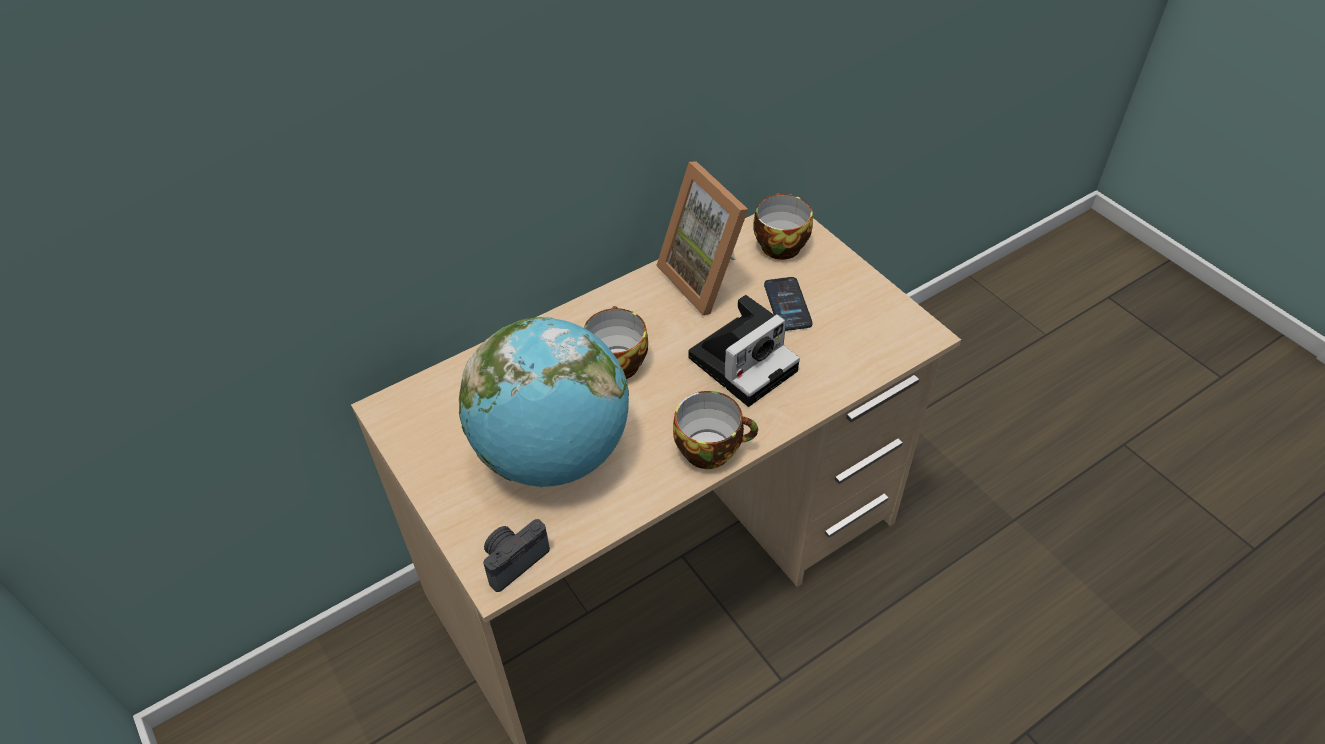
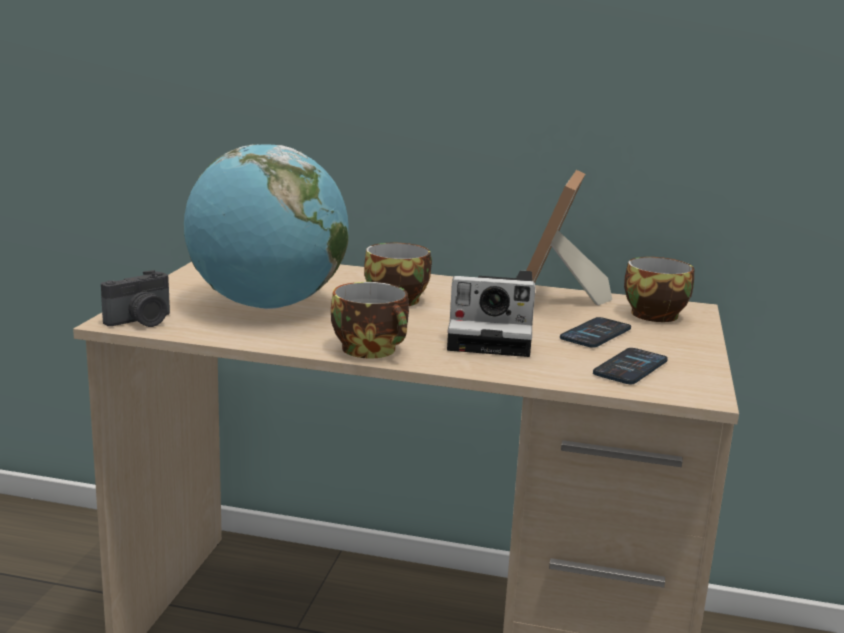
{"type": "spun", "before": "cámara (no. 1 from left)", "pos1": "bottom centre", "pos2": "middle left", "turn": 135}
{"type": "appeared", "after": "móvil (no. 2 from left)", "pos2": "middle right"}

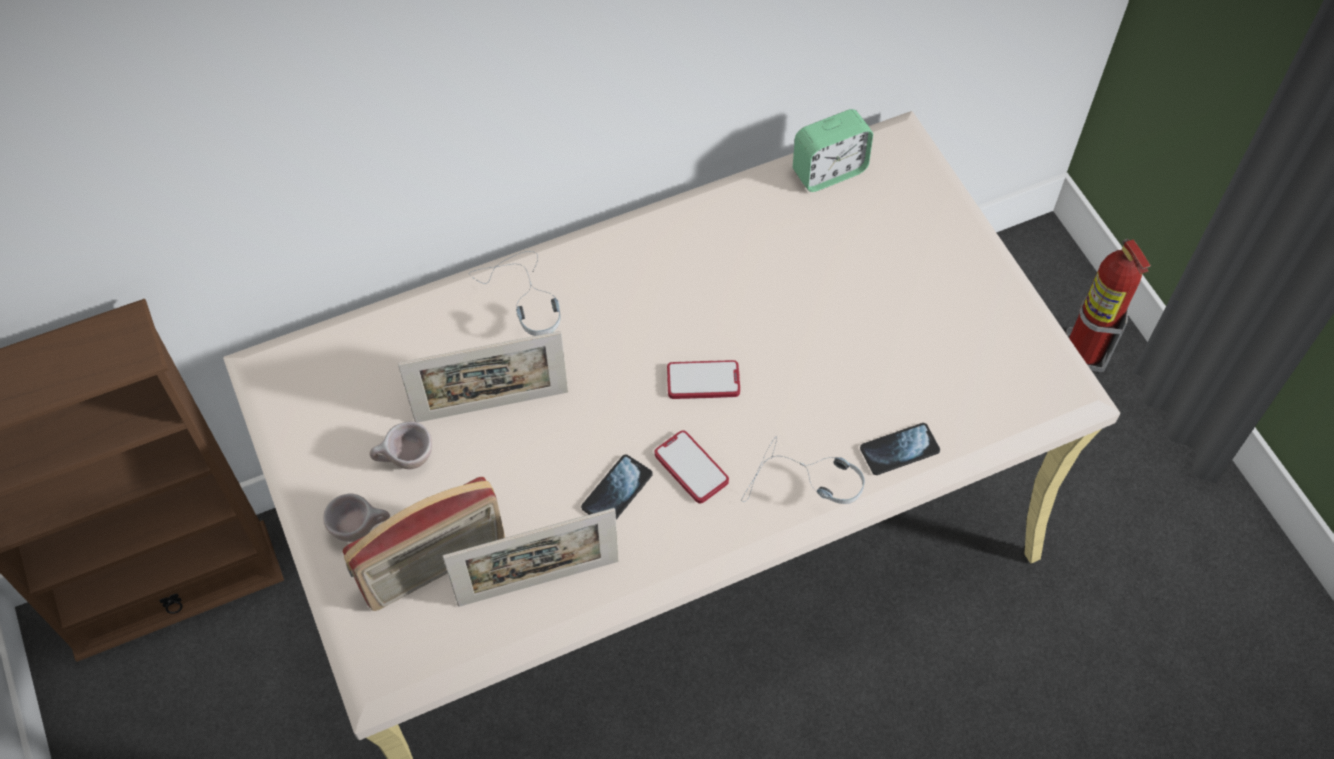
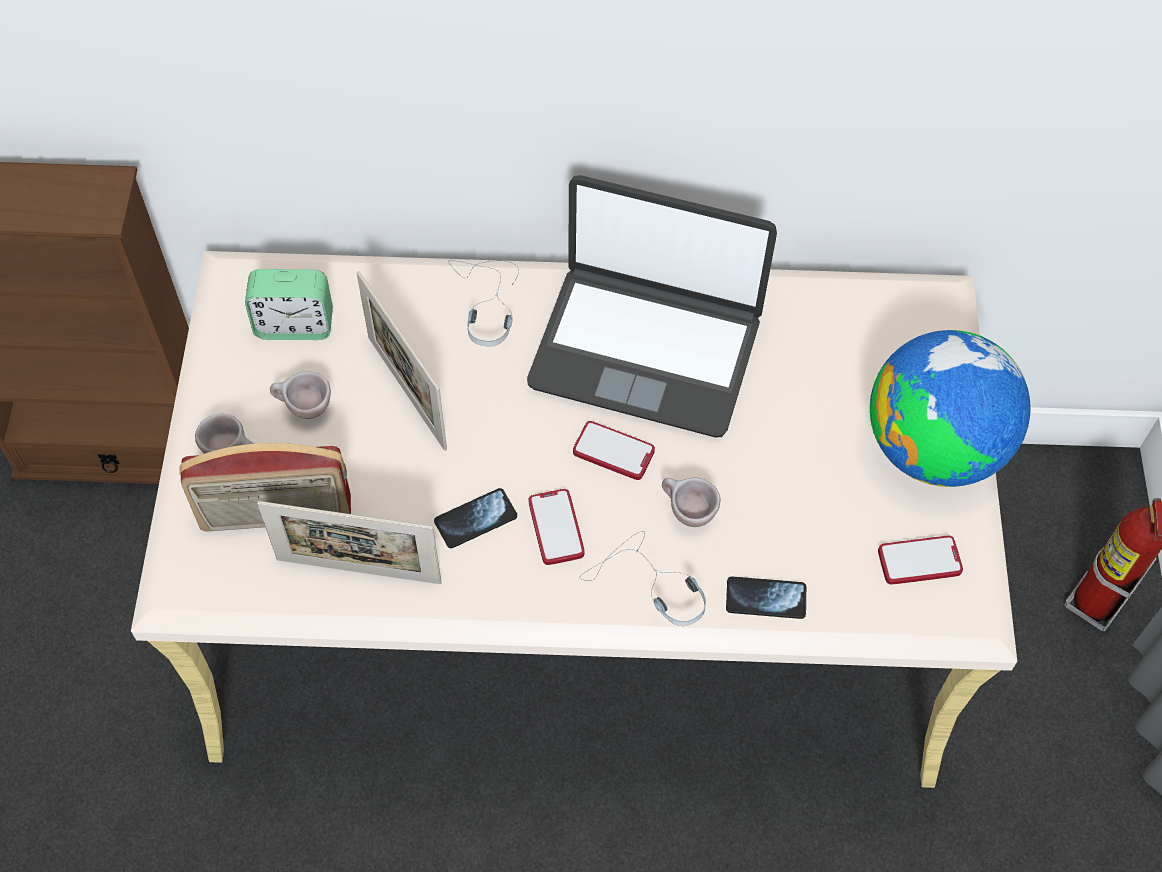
{"type": "spun", "before": "portarretratos (no. 1 from left in the first image)", "pos1": "centre", "pos2": "centre", "turn": 45}
{"type": "relocated", "before": "despertador", "pos1": "top centre", "pos2": "middle left"}
{"type": "appeared", "after": "portátil", "pos2": "centre"}
{"type": "appeared", "after": "taza/beis (no. 3 from left)", "pos2": "centre"}
{"type": "appeared", "after": "globo terráqueo", "pos2": "middle right"}
{"type": "appeared", "after": "móvil (no. 5 from left)", "pos2": "middle right"}

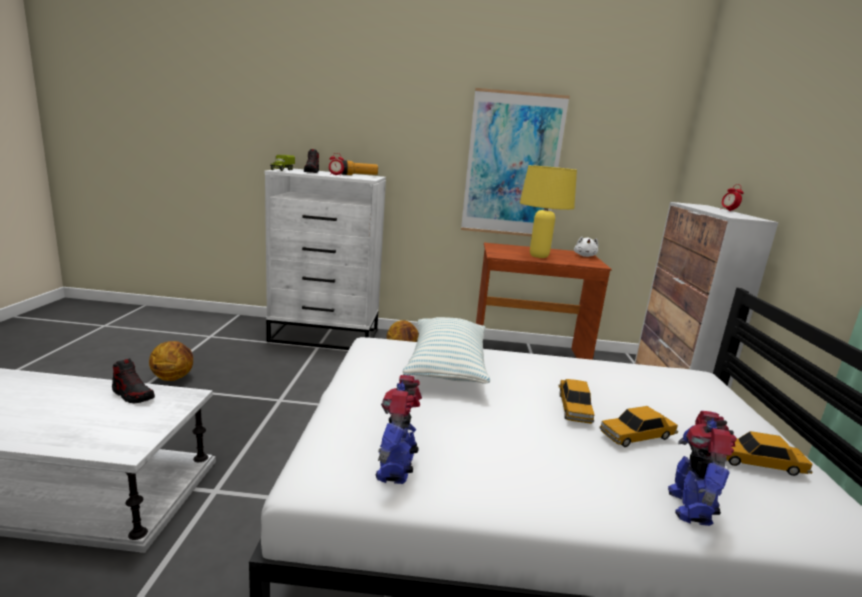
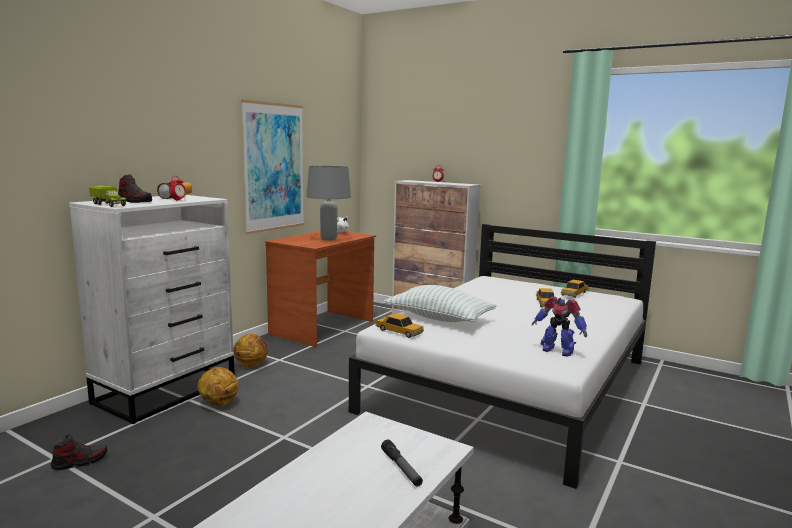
{"type": "relocated", "before": "zapato (no. 1 from left)", "pos1": "middle left", "pos2": "bottom left"}
{"type": "relocated", "before": "balón de baloncesto (no. 1 from left)", "pos1": "middle left", "pos2": "bottom left"}
{"type": "colour", "before": "lámpara de mesa/amarillo", "after": "lámpara de mesa/gris", "pos1": "centre", "pos2": "centre"}
{"type": "relocated", "before": "coche de juguete (no. 1 from left)", "pos1": "bottom right", "pos2": "centre"}
{"type": "missing", "before": "robot de juguete (no. 2 from left)", "pos1": "bottom right"}
{"type": "appeared", "after": "linterna (no. 2 from left)", "pos2": "bottom centre"}

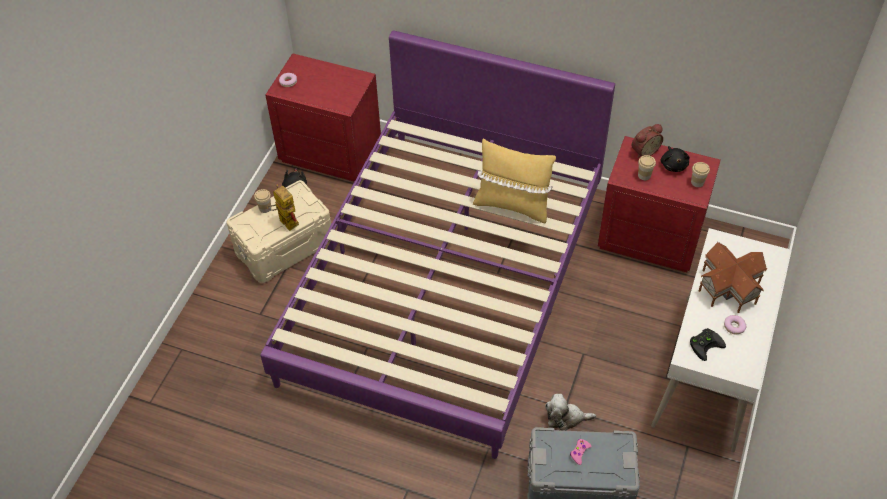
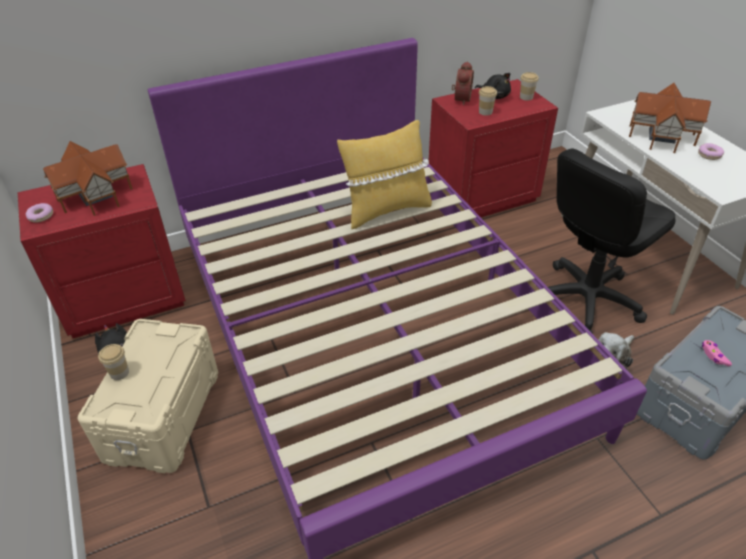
{"type": "missing", "before": "robot de juguete", "pos1": "middle left"}
{"type": "missing", "before": "mando de consola/negro", "pos1": "bottom right"}
{"type": "appeared", "after": "casita (no. 1 from left)", "pos2": "top left"}
{"type": "appeared", "after": "silla de oficina/negro", "pos2": "middle right"}

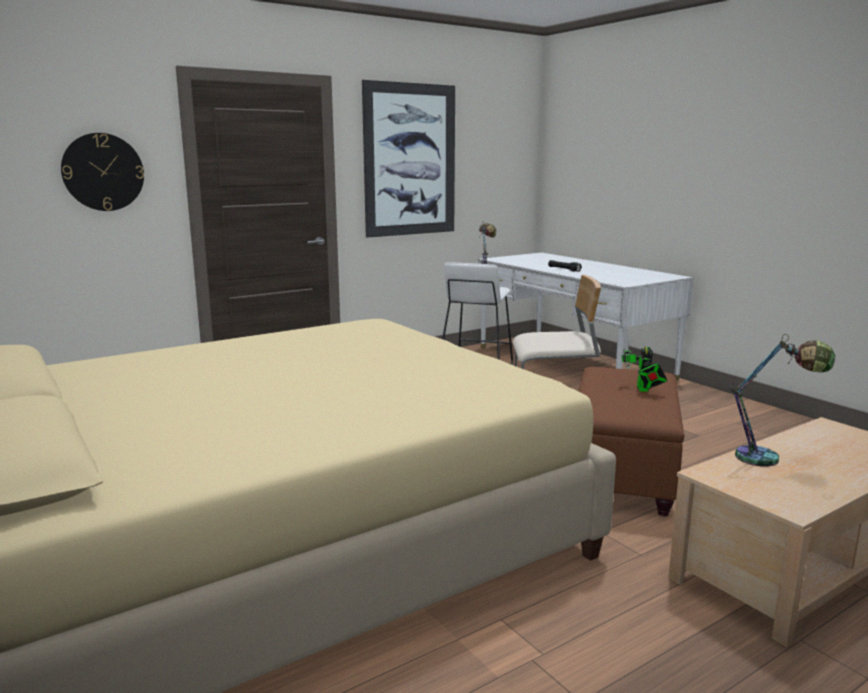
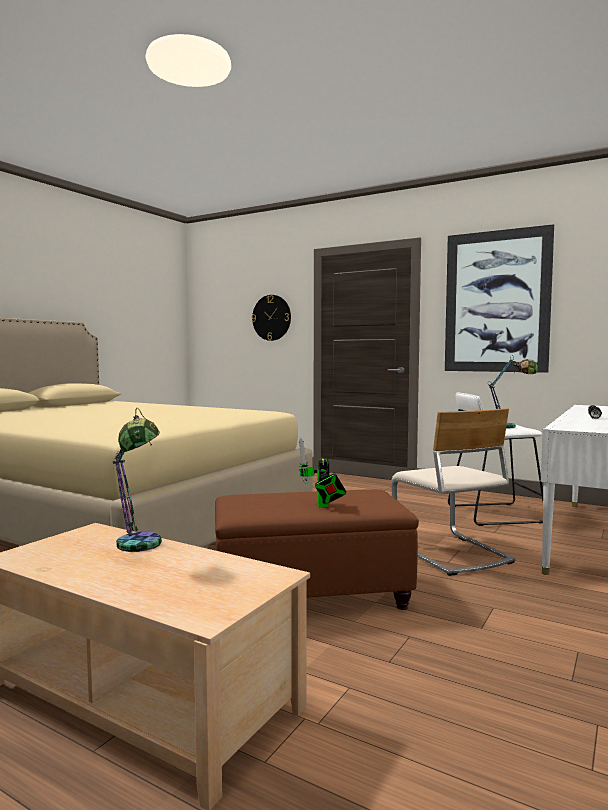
{"type": "spun", "before": "robot de juguete", "pos1": "middle right", "pos2": "centre", "turn": -75}

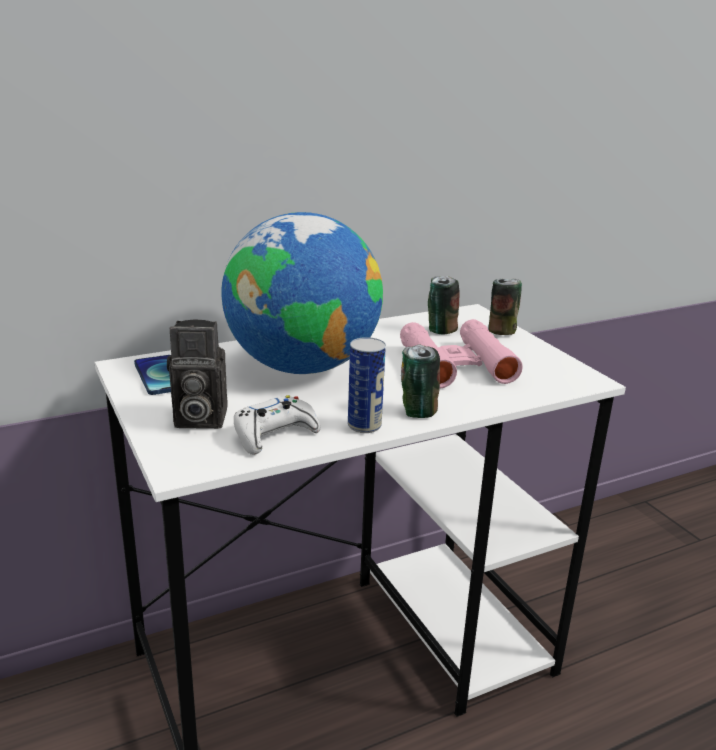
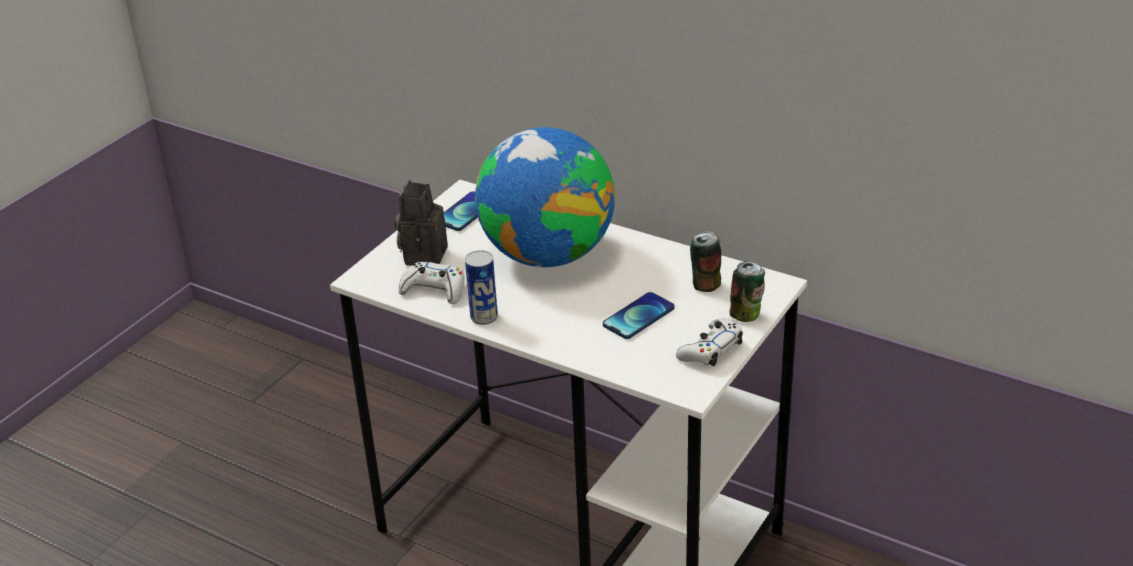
{"type": "spun", "before": "cámara", "pos1": "middle left", "pos2": "centre", "turn": 45}
{"type": "exchanged", "before": "prismáticos/rosa", "after": "móvil (no. 2 from left)", "pos1": "centre", "pos2": "centre"}
{"type": "missing", "before": "lata (no. 2 from left)", "pos1": "centre"}
{"type": "appeared", "after": "mando de consola/blanco (no. 2 from left)", "pos2": "centre"}

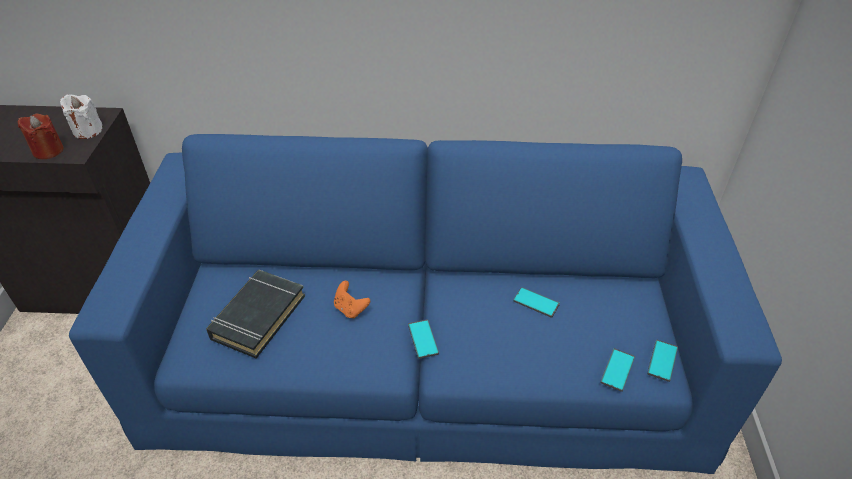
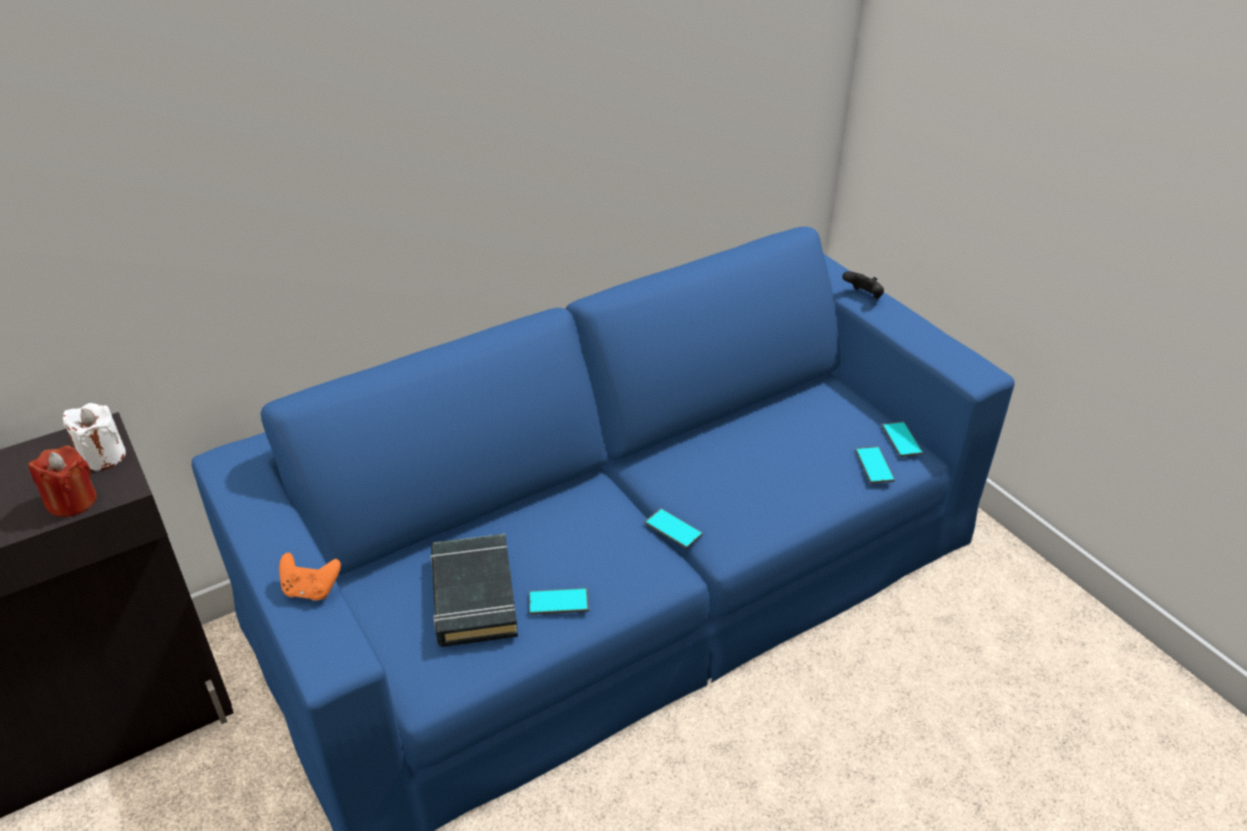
{"type": "relocated", "before": "mando de consola/naranja", "pos1": "centre", "pos2": "bottom left"}
{"type": "relocated", "before": "móvil (no. 2 from left in the first image)", "after": "móvil (no. 1 from left)", "pos1": "centre", "pos2": "bottom centre"}
{"type": "appeared", "after": "mando de consola/negro", "pos2": "middle right"}

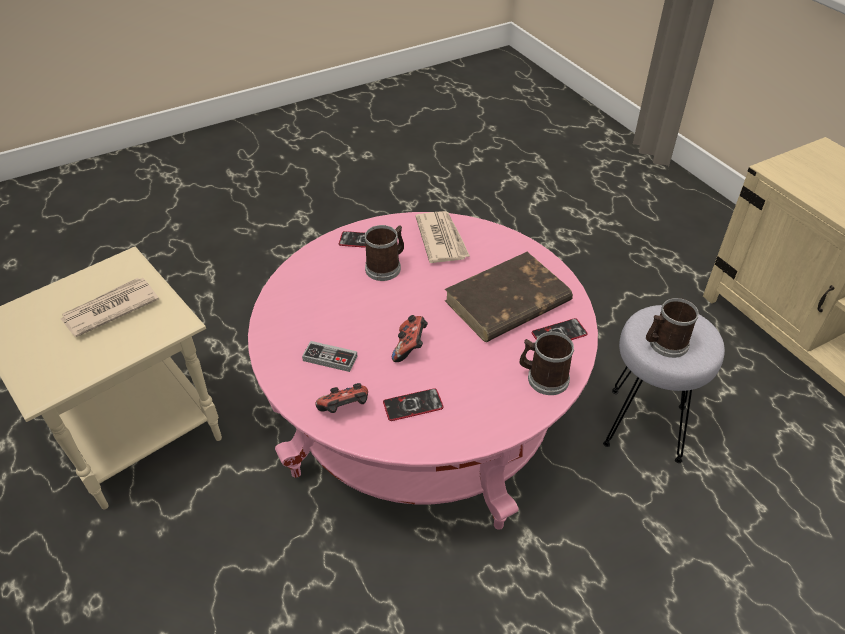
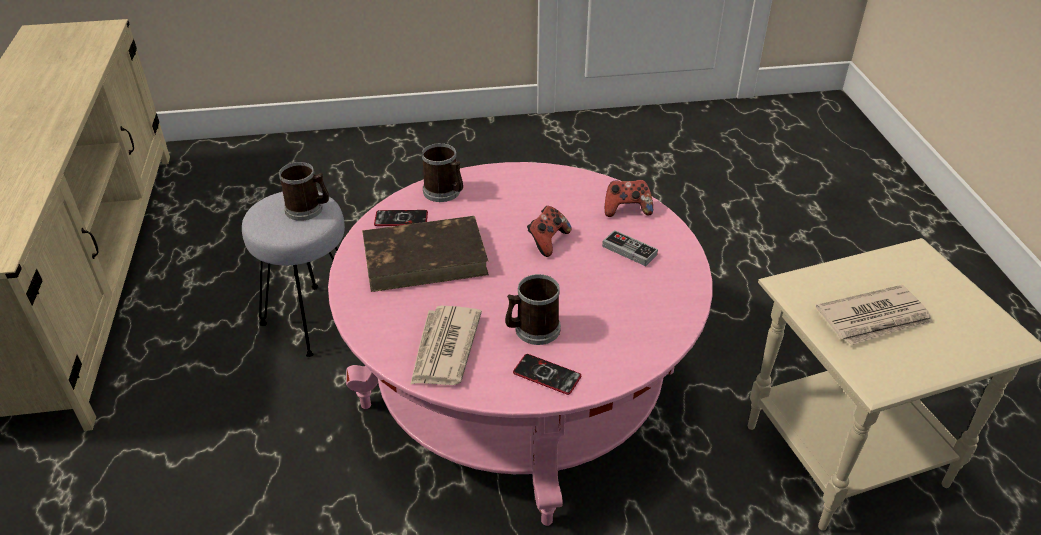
{"type": "missing", "before": "móvil (no. 2 from left)", "pos1": "centre"}

